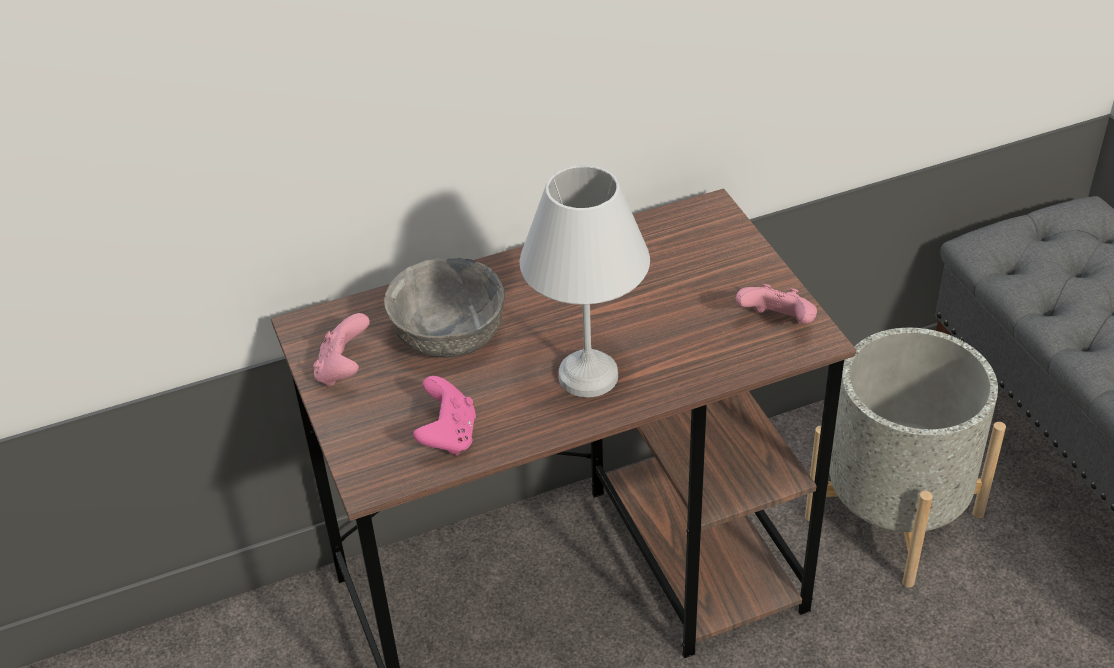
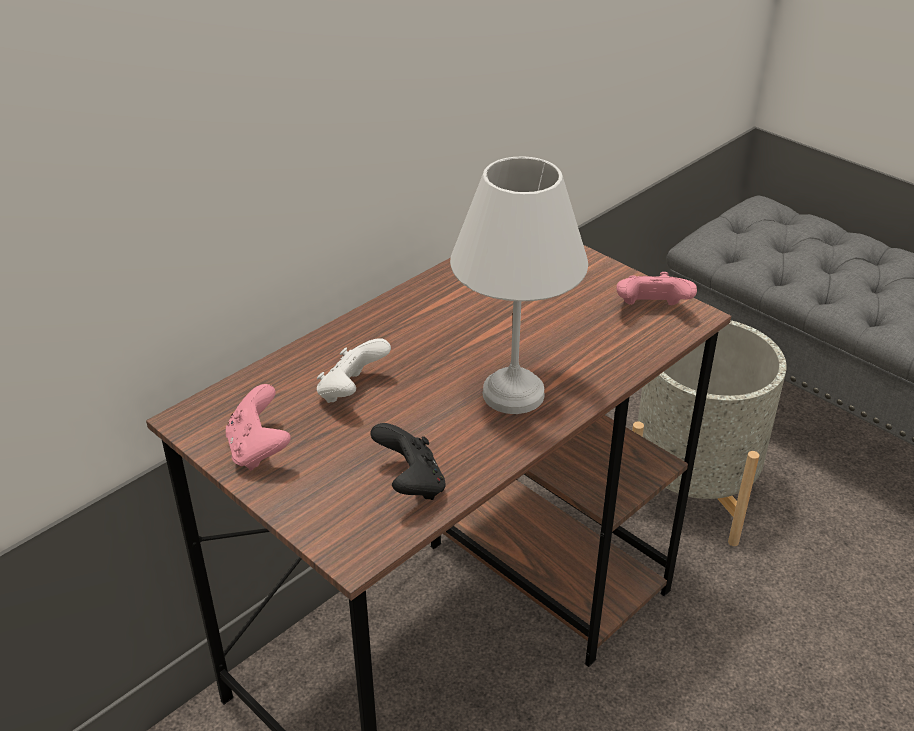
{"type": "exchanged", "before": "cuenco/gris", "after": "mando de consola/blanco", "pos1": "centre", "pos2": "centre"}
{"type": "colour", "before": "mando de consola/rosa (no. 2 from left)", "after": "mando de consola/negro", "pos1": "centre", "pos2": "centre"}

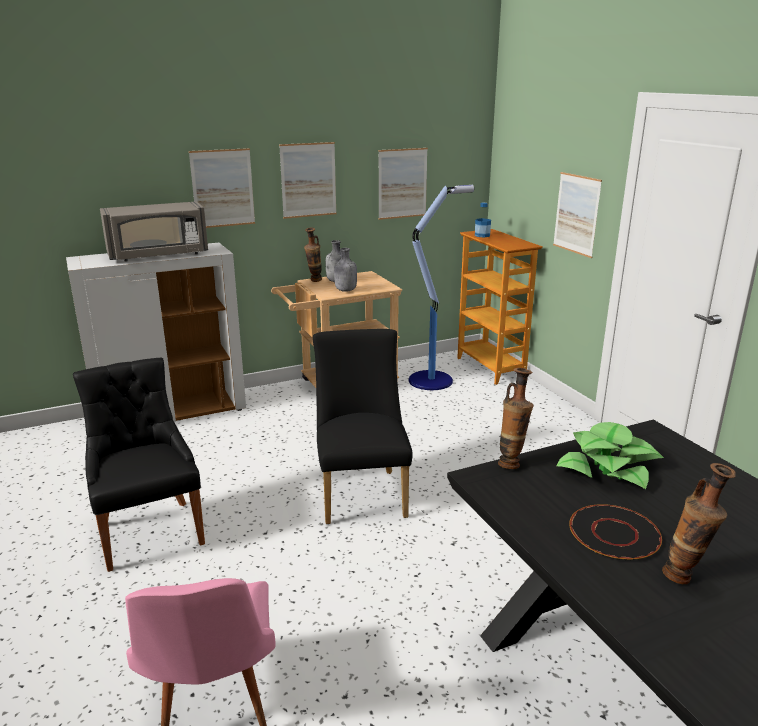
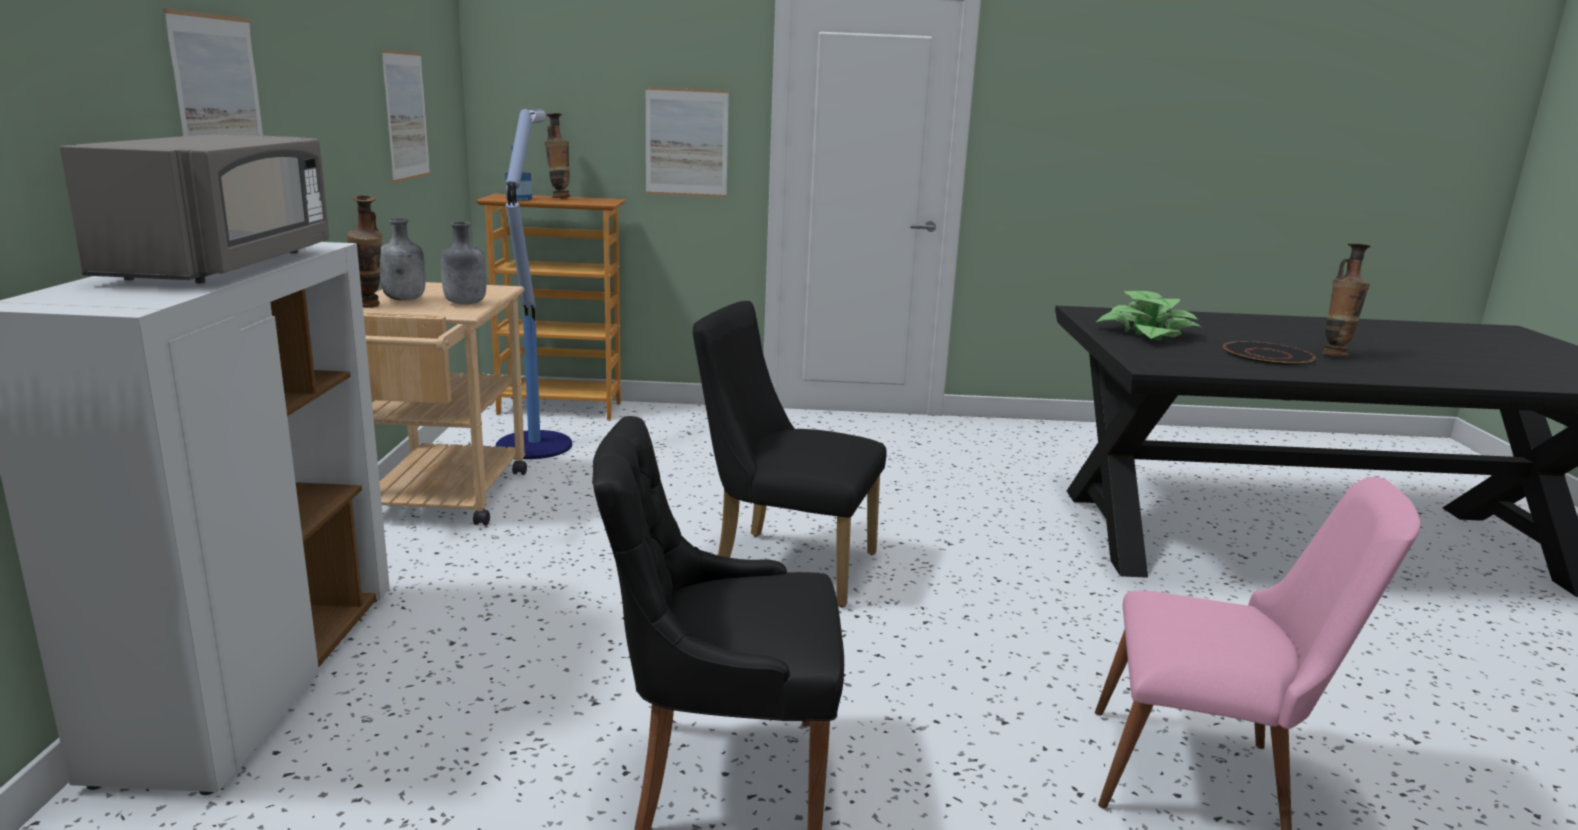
{"type": "missing", "before": "cuadro (no. 2 from left)", "pos1": "top centre"}
{"type": "relocated", "before": "florero (no. 2 from left)", "pos1": "middle right", "pos2": "top centre"}

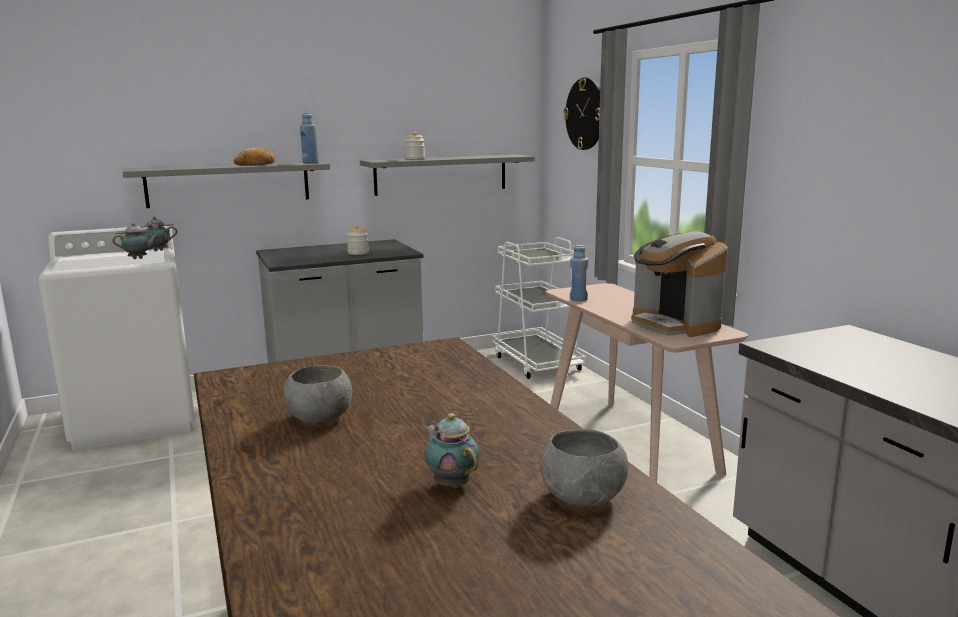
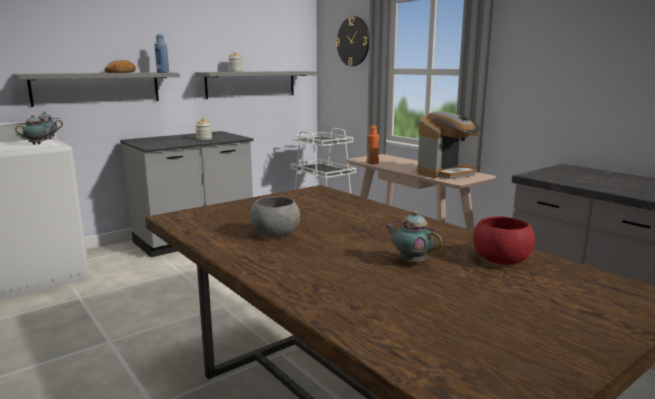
{"type": "colour", "before": "cuenco/gris (no. 2 from left)", "after": "cuenco/rojo", "pos1": "bottom centre", "pos2": "middle right"}
{"type": "colour", "before": "botella/azul (no. 2 from left)", "after": "botella/naranja", "pos1": "centre", "pos2": "centre"}
{"type": "spun", "before": "cafetera", "pos1": "middle right", "pos2": "middle right", "turn": -75}

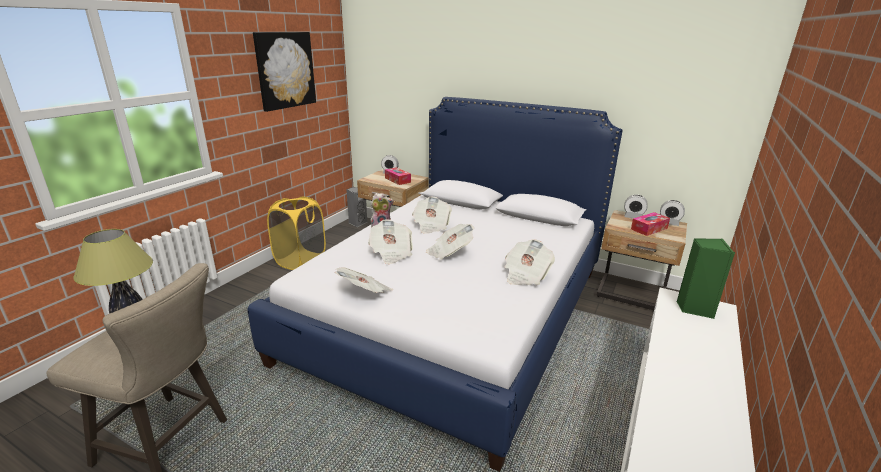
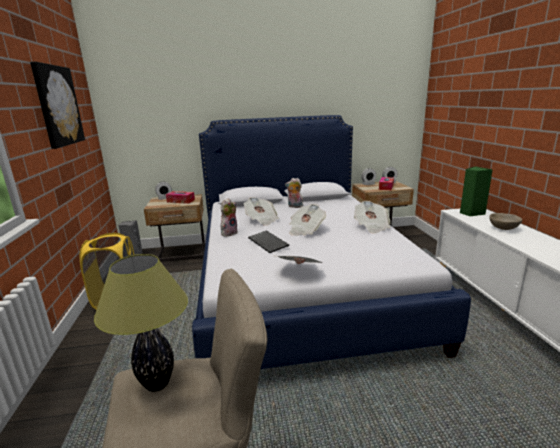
{"type": "exchanged", "before": "periódico (no. 2 from left)", "after": "teclado", "pos1": "centre", "pos2": "centre"}
{"type": "appeared", "after": "peluche (no. 2 from left)", "pos2": "centre"}
{"type": "appeared", "after": "cuenco/beis", "pos2": "middle right"}

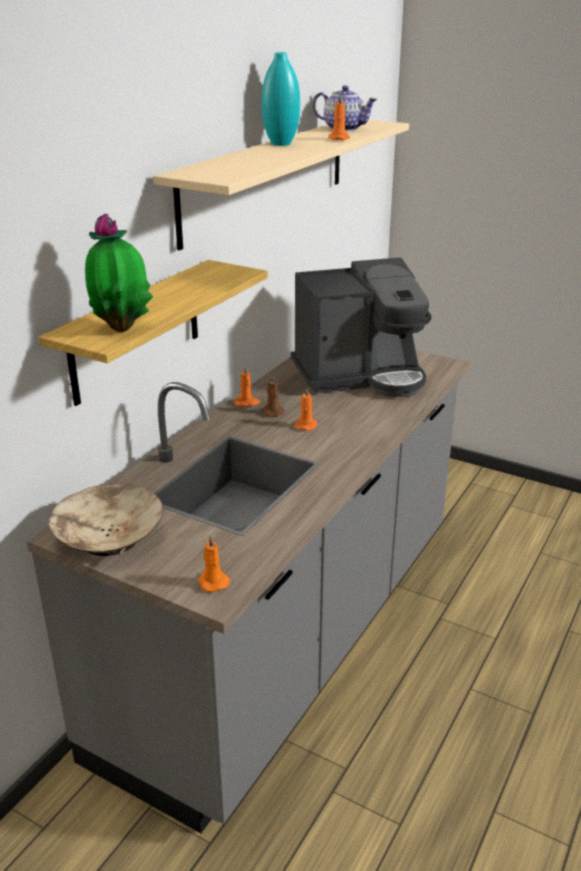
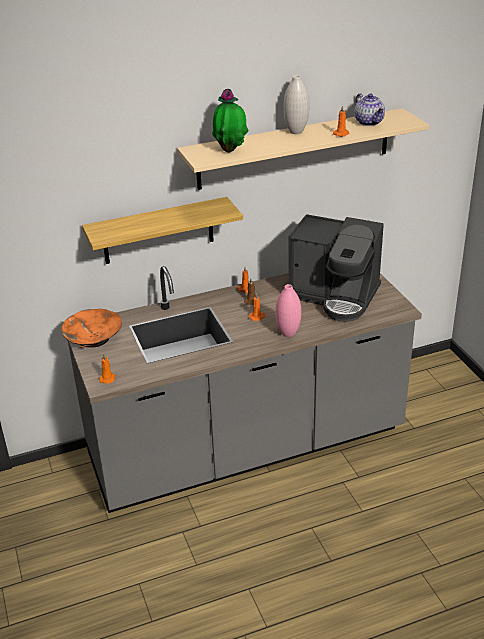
{"type": "colour", "before": "cuenco/beis", "after": "cuenco/naranja", "pos1": "middle left", "pos2": "middle left"}
{"type": "relocated", "before": "planta en maceta", "pos1": "top left", "pos2": "top centre"}
{"type": "colour", "before": "florero/turquesa", "after": "florero/blanco", "pos1": "top centre", "pos2": "top centre"}
{"type": "appeared", "after": "florero/rosa", "pos2": "centre"}

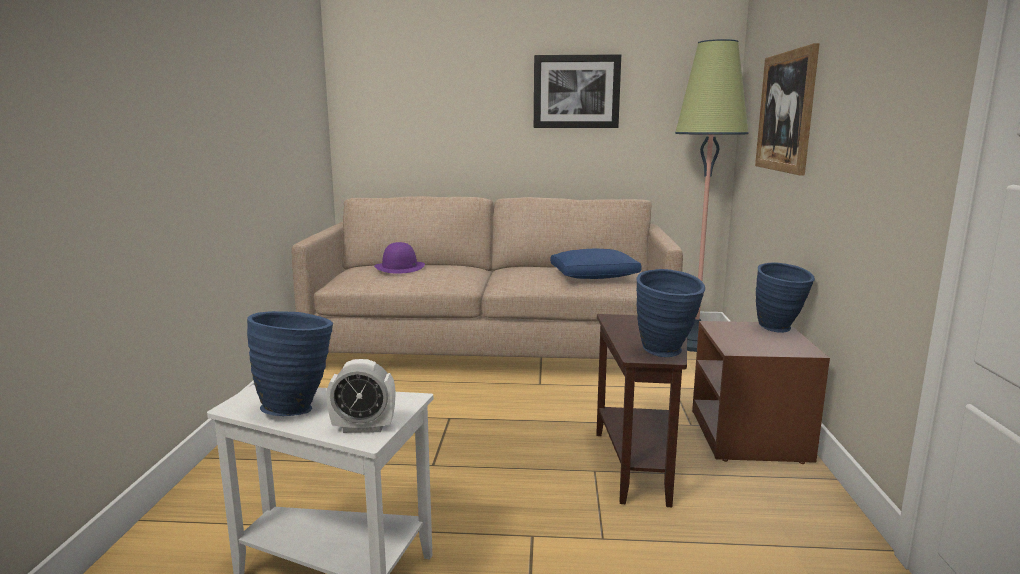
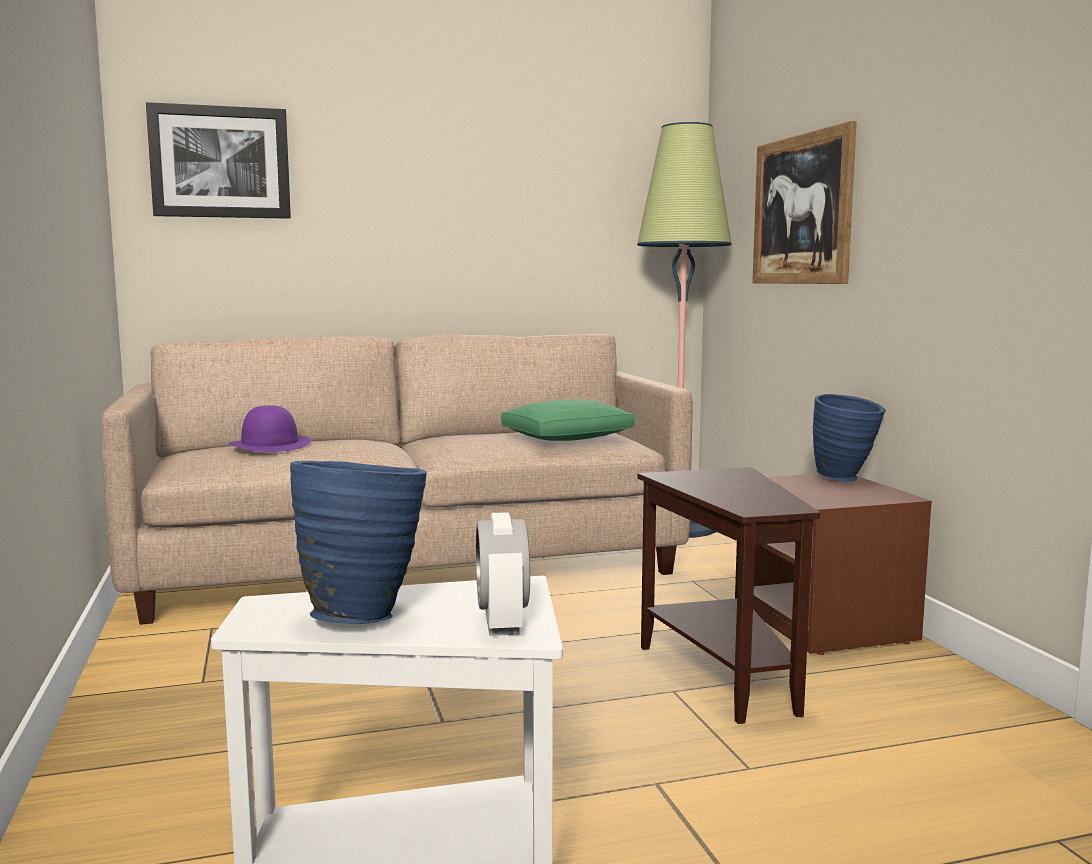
{"type": "spun", "before": "despertador", "pos1": "bottom centre", "pos2": "centre", "turn": 105}
{"type": "relocated", "before": "cuadro (no. 1 from left)", "pos1": "top centre", "pos2": "top left"}
{"type": "colour", "before": "cojín/azul", "after": "cojín/verde", "pos1": "centre", "pos2": "centre"}
{"type": "missing", "before": "florero/azul (no. 2 from left)", "pos1": "centre"}

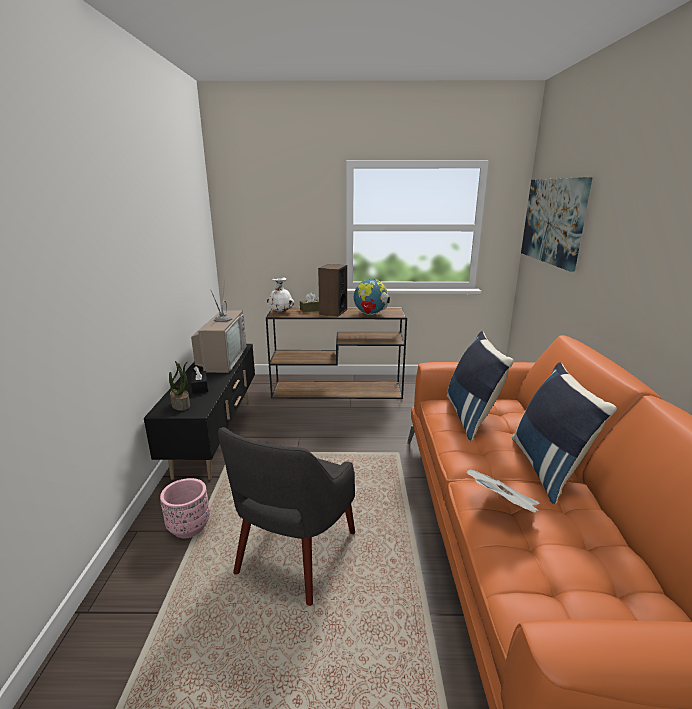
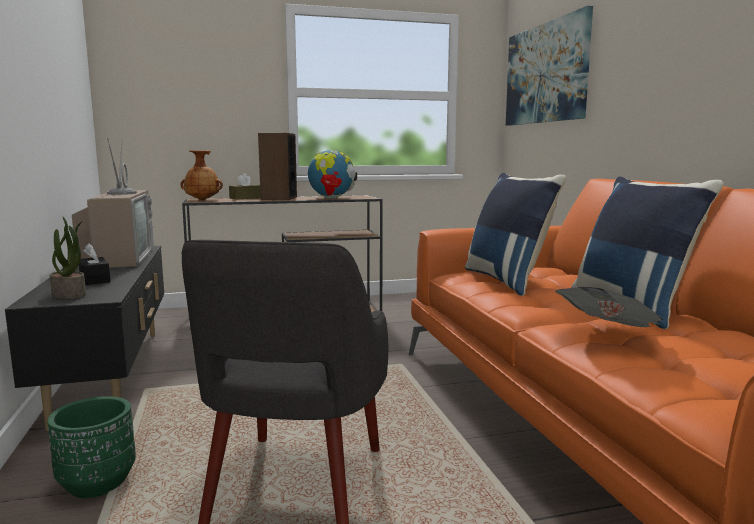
{"type": "colour", "before": "maceta/rosa", "after": "maceta/verde", "pos1": "bottom left", "pos2": "bottom left"}
{"type": "colour", "before": "florero/blanco", "after": "florero/marrón", "pos1": "centre", "pos2": "middle left"}

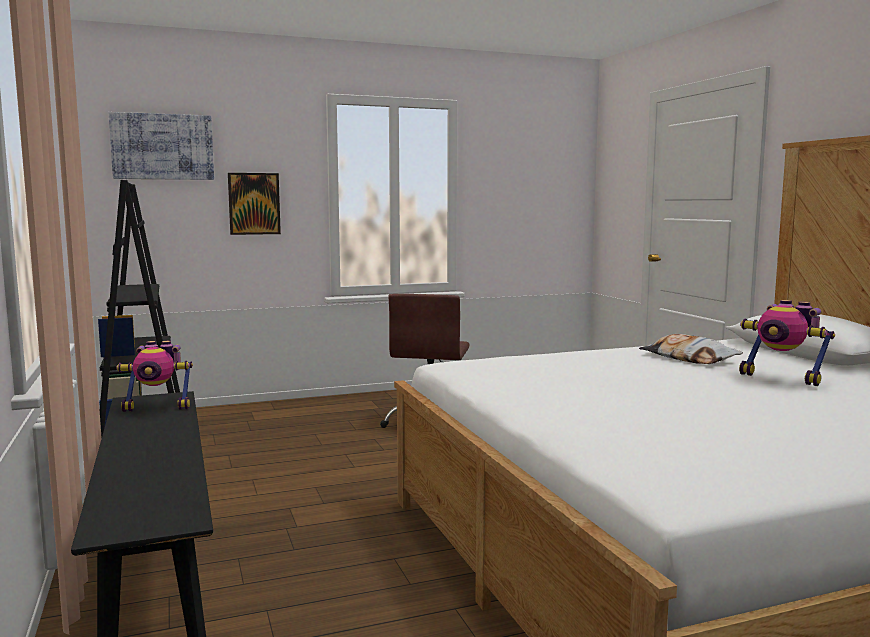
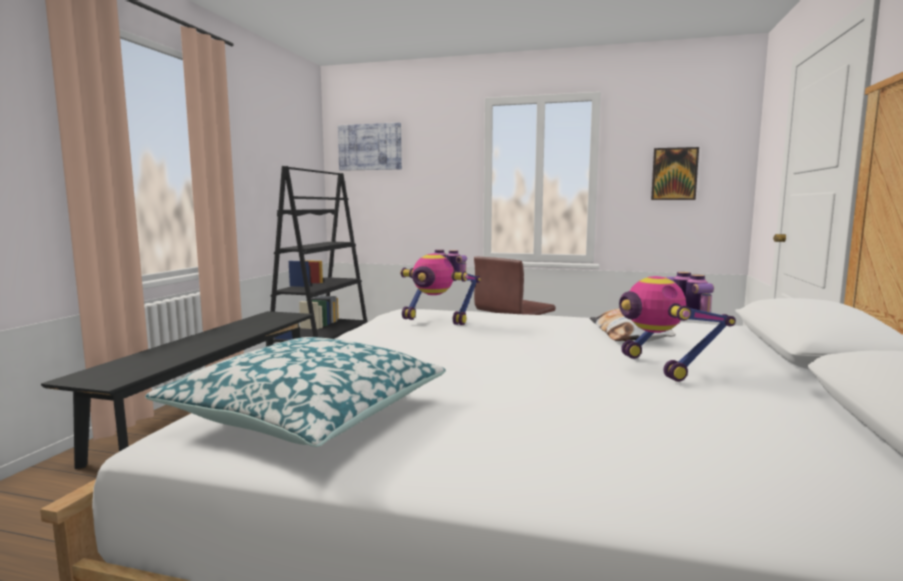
{"type": "relocated", "before": "robot de juguete (no. 1 from left)", "pos1": "middle left", "pos2": "centre"}
{"type": "relocated", "before": "cuadro (no. 2 from left)", "pos1": "top left", "pos2": "top right"}
{"type": "appeared", "after": "cojín (no. 1 from left)", "pos2": "bottom left"}

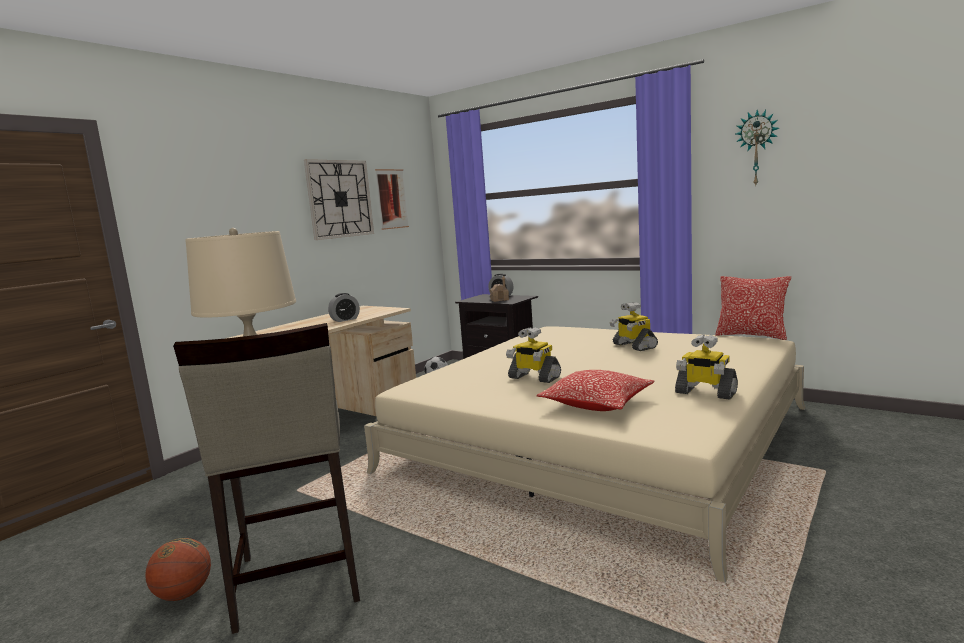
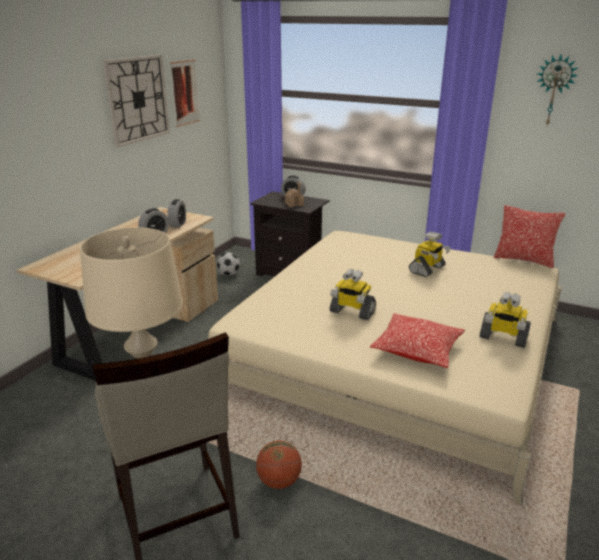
{"type": "relocated", "before": "balón de baloncesto", "pos1": "bottom left", "pos2": "bottom centre"}
{"type": "spun", "before": "robot de juguete (no. 2 from left)", "pos1": "centre", "pos2": "middle right", "turn": -105}
{"type": "appeared", "after": "despertador (no. 2 from left)", "pos2": "middle left"}

